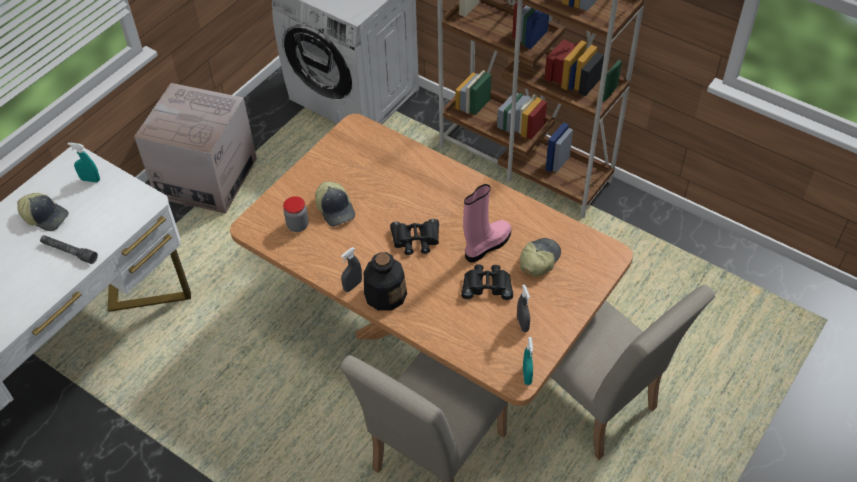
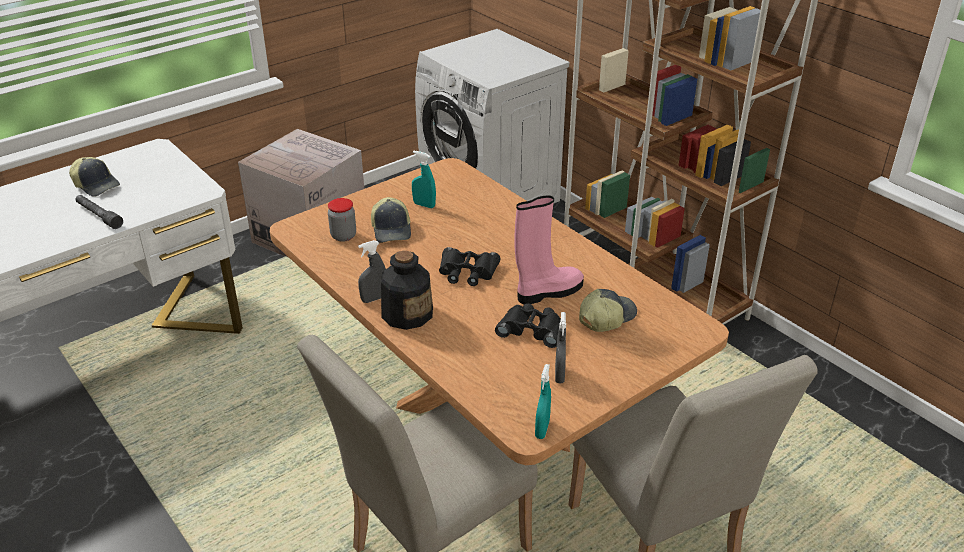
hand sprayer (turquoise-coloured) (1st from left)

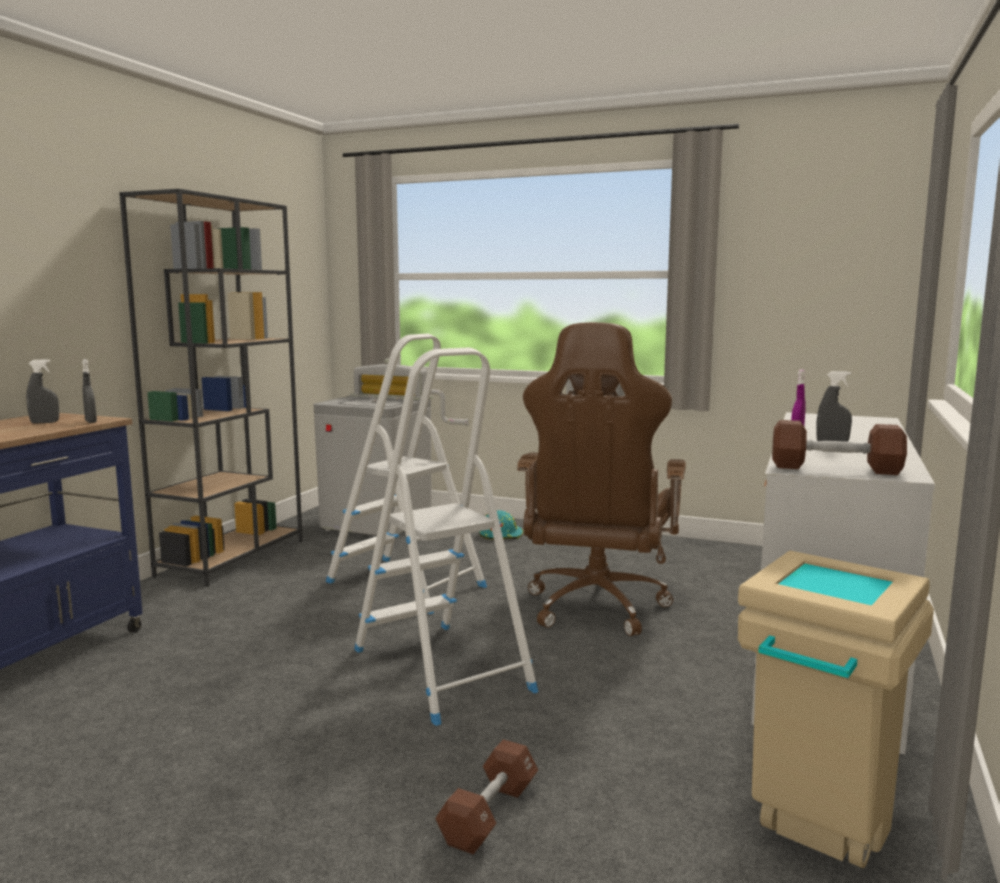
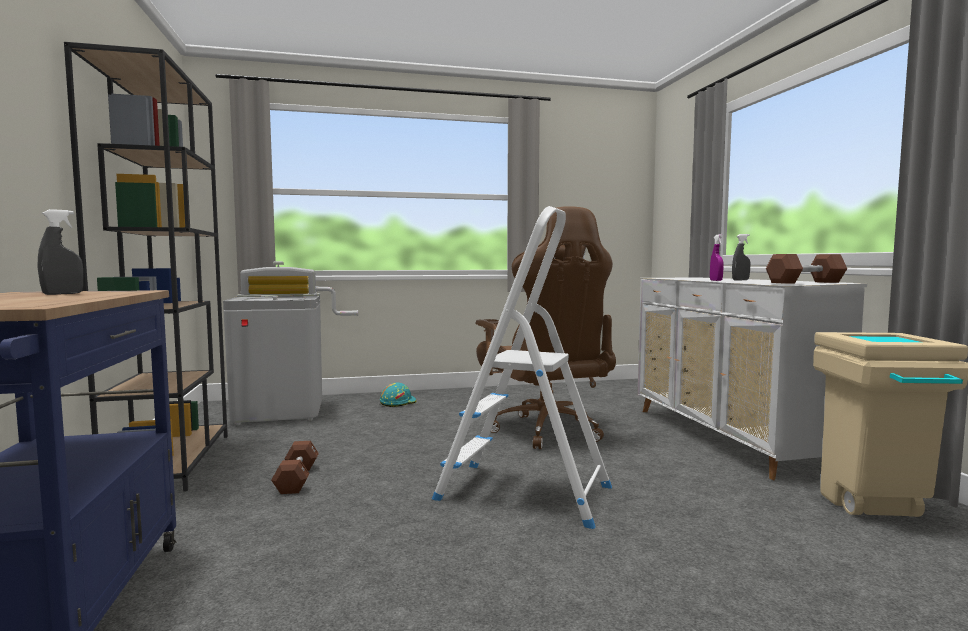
free weight (brown-coloured) (1st from left); hand sprayer (gray) (2nd from left in the first image); stepladder (white-coloured) (1st from left in the first image)

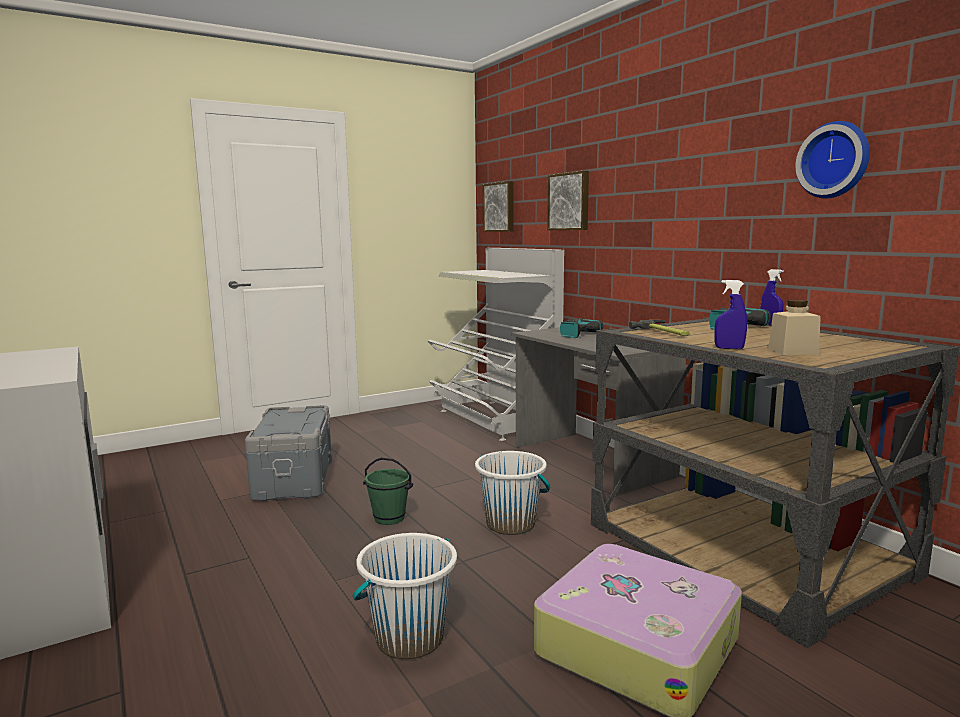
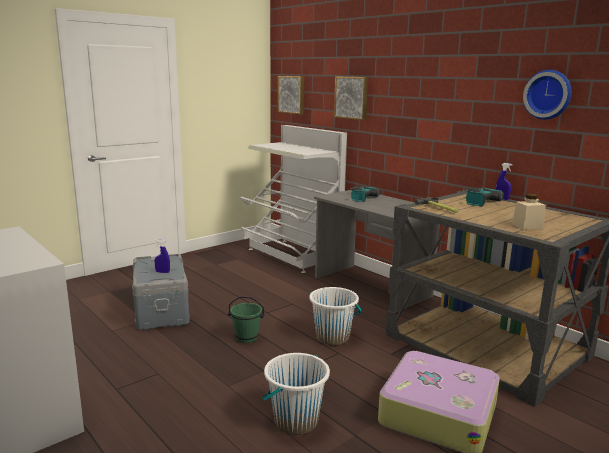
hand sprayer (blue) (1st from left)

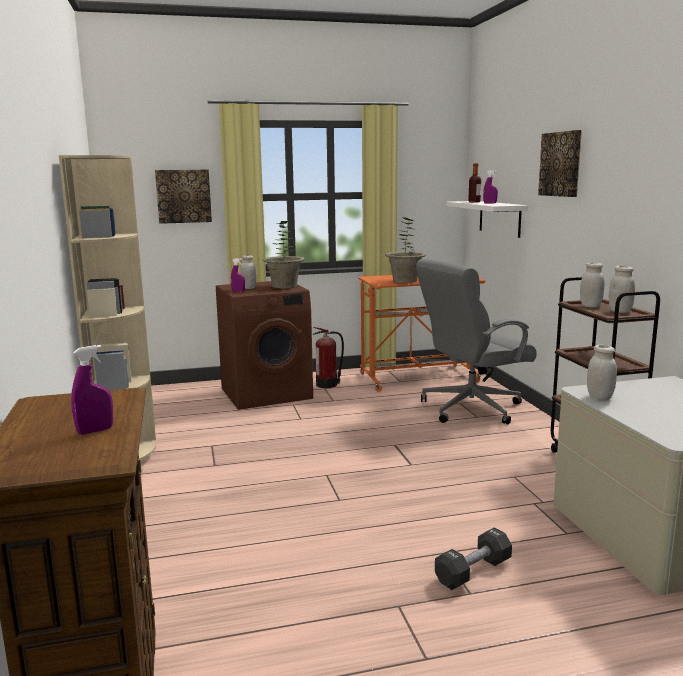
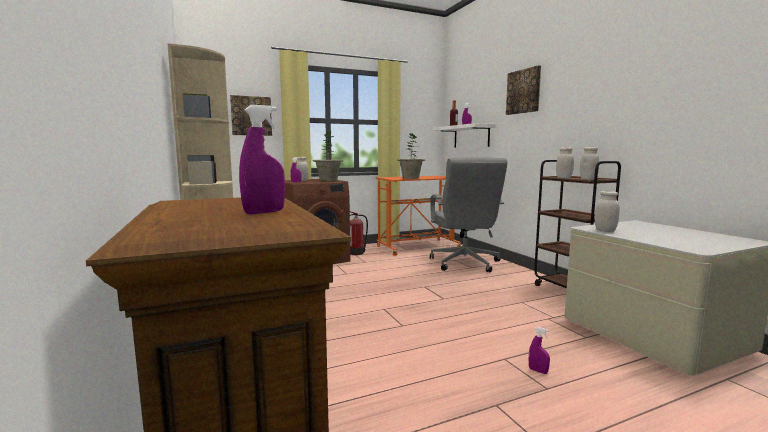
office chair (gray); hand sprayer (purple-coloured) (4th from left)

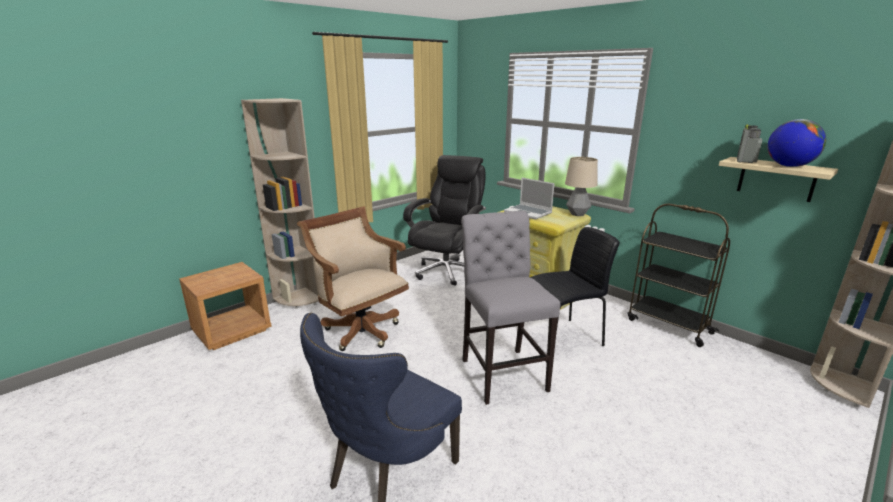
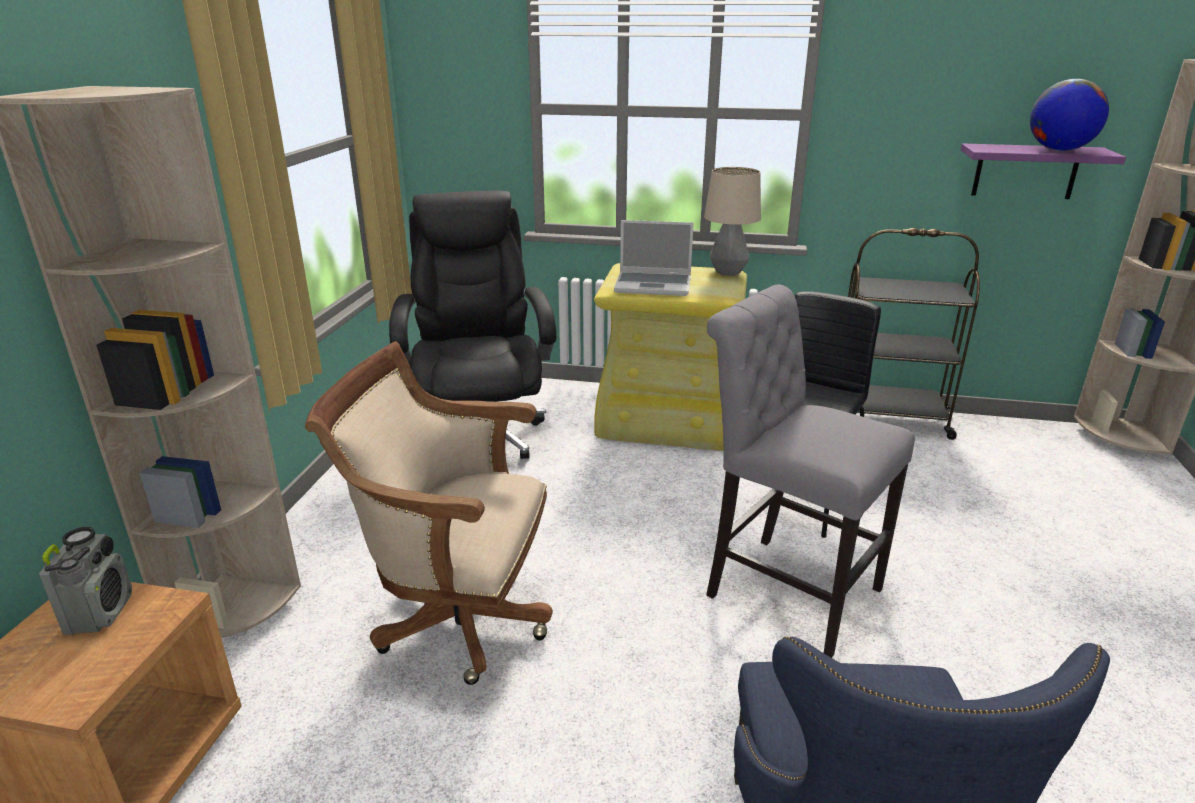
radio; shelf (purple-coloured)

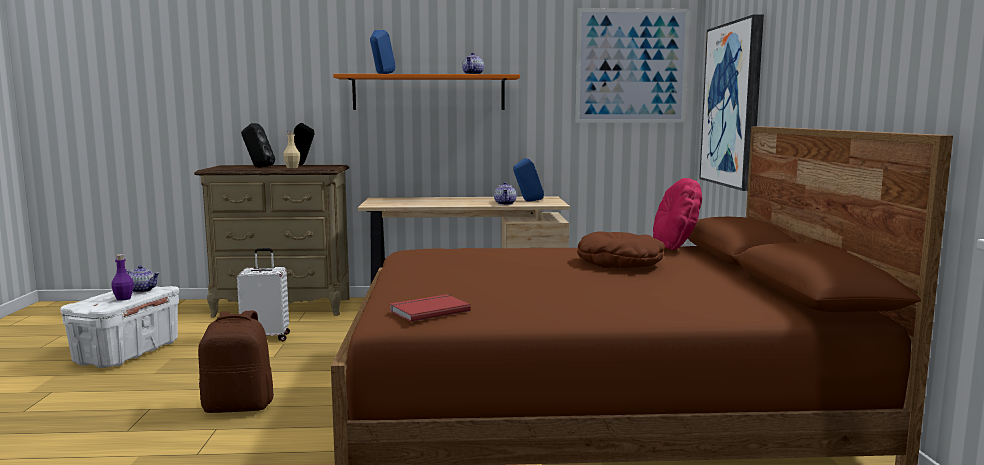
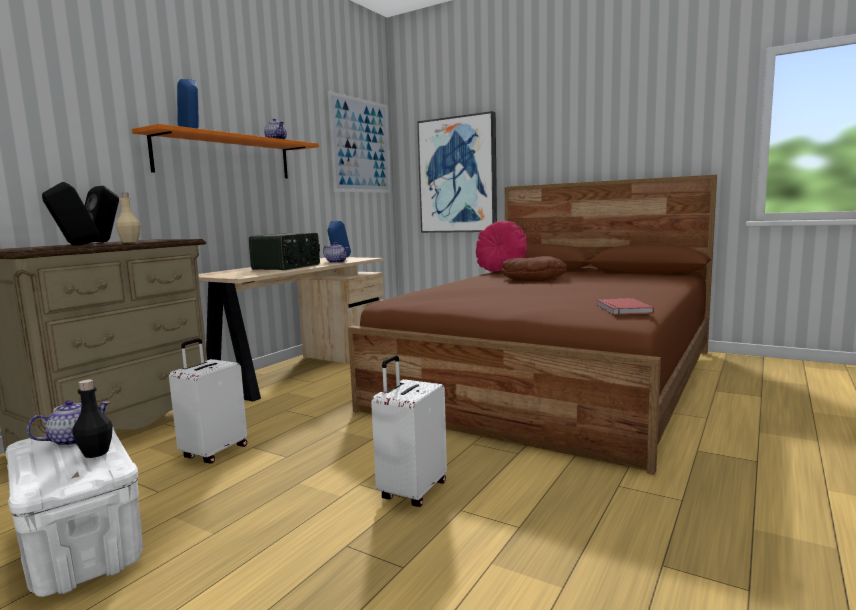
bottle (blackish); radio; piece of luggage (white-coloured) (2nd from left)

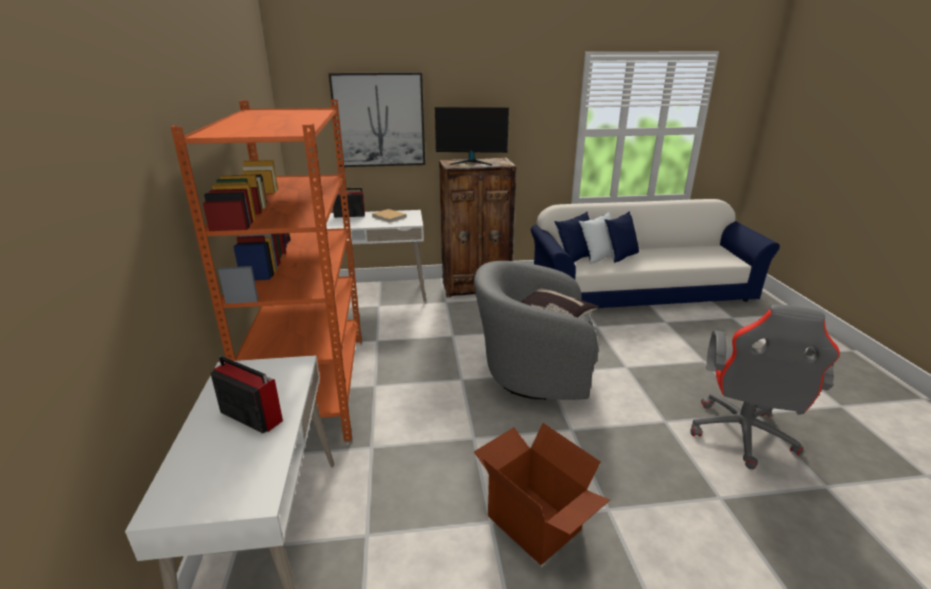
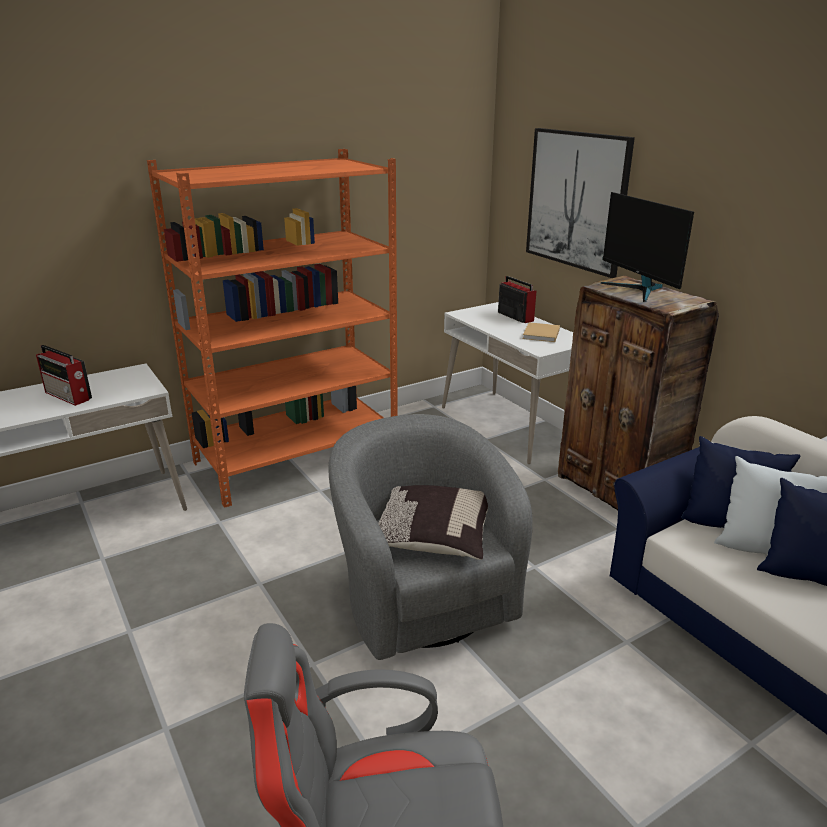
radio (1st from left); cardboard box

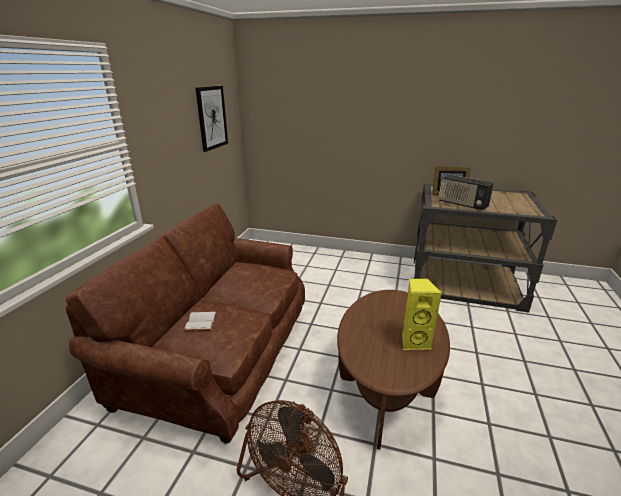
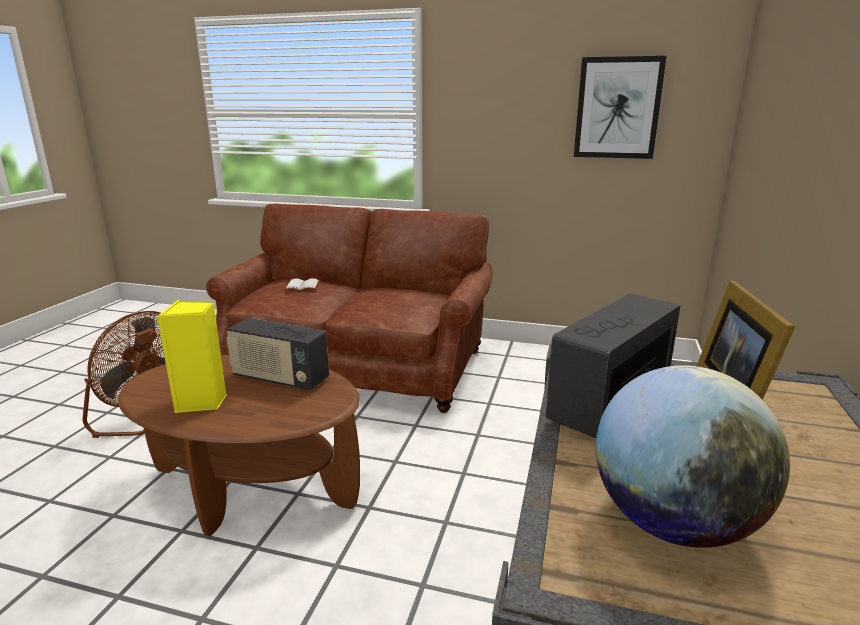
radio (1st from left); globe

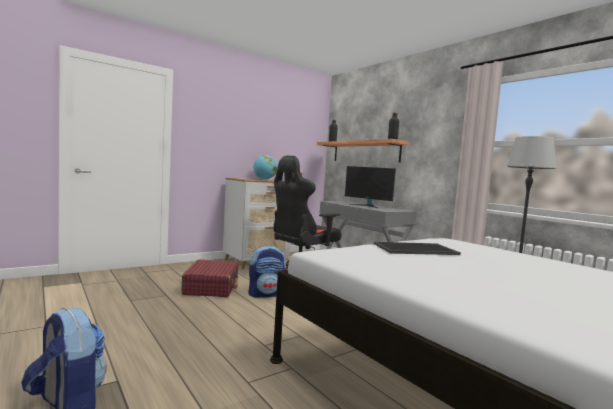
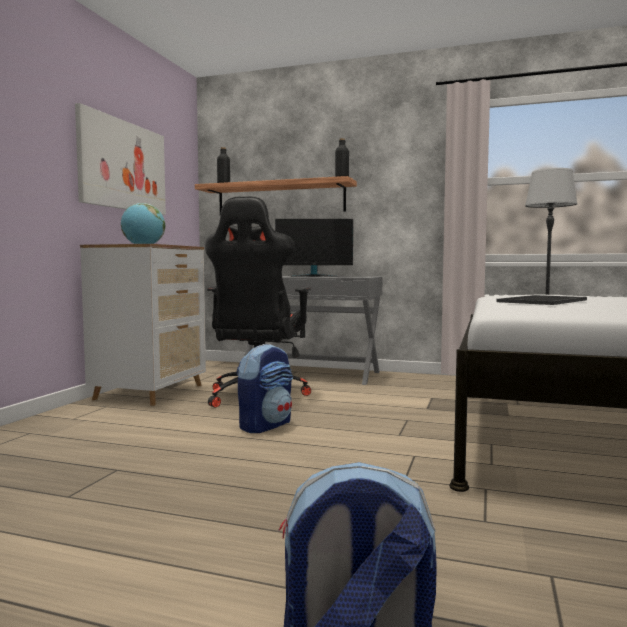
wall picture; piece of luggage (reddish)

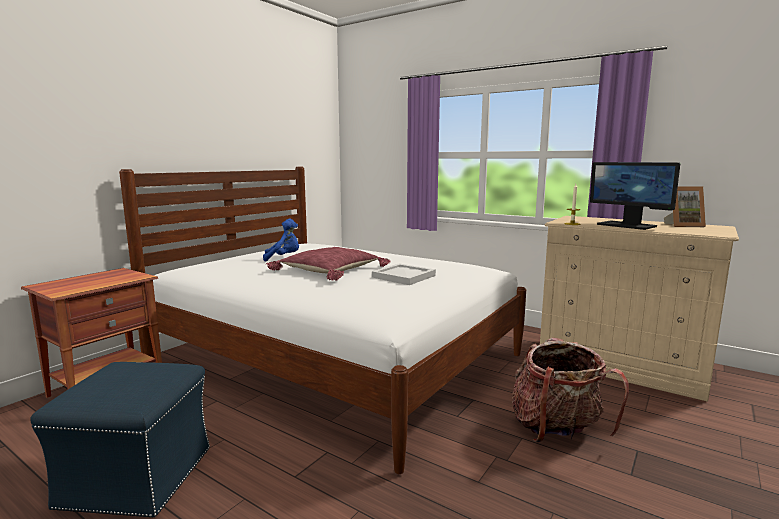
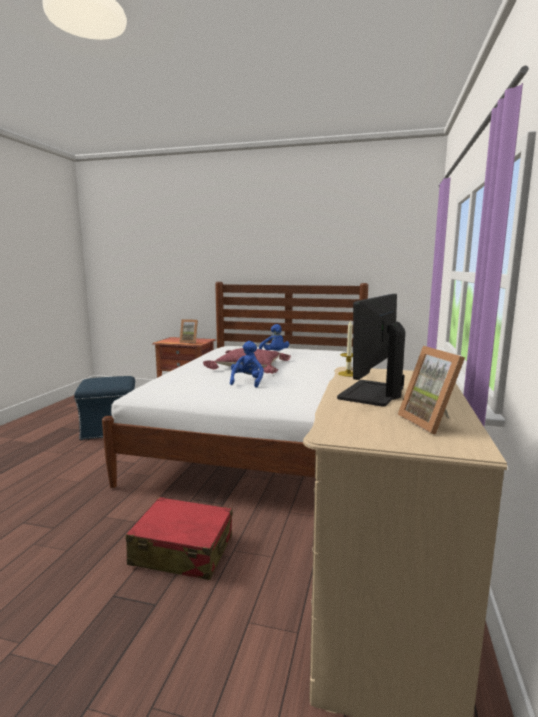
piece of luggage (reddish); picture frame (1st from left); plush toy (blue) (1st from left)

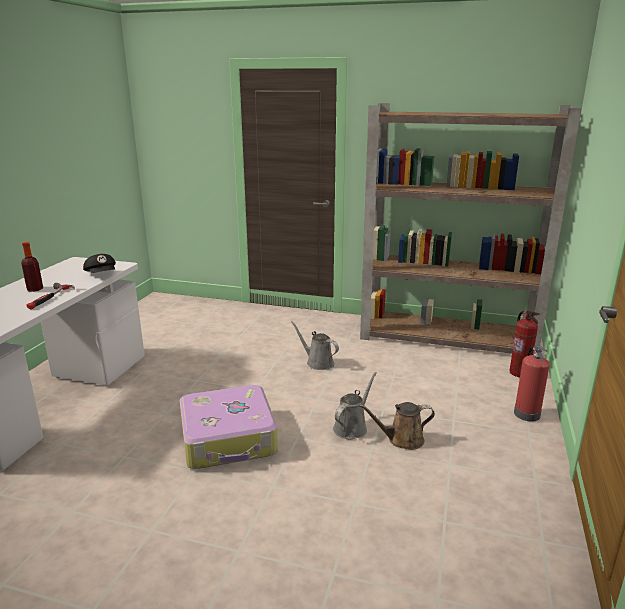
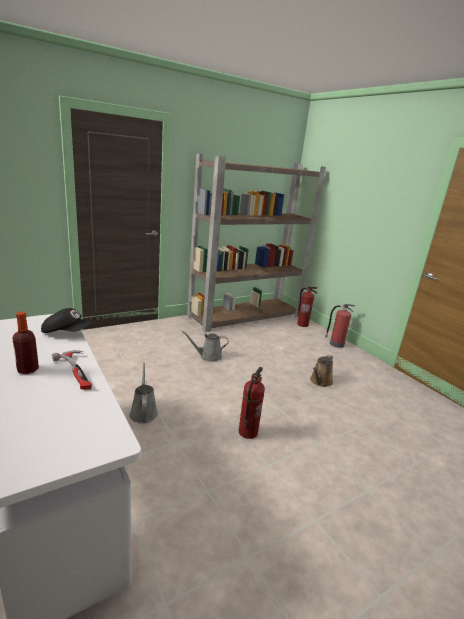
sprinkling can (gray) (1st from left); fire-fighting cylinder (1st from left)

